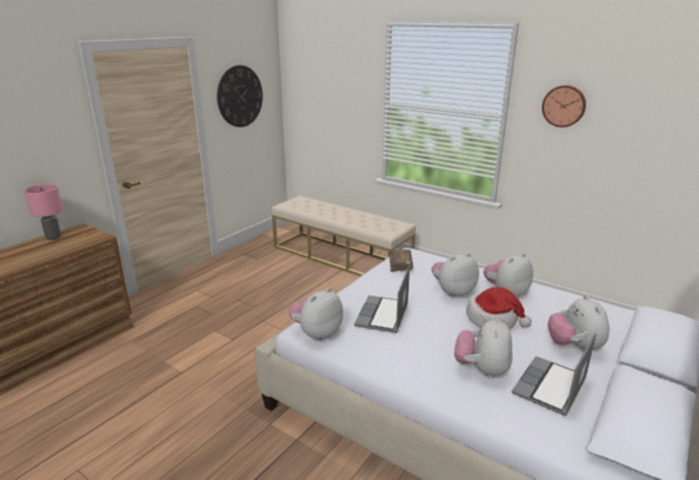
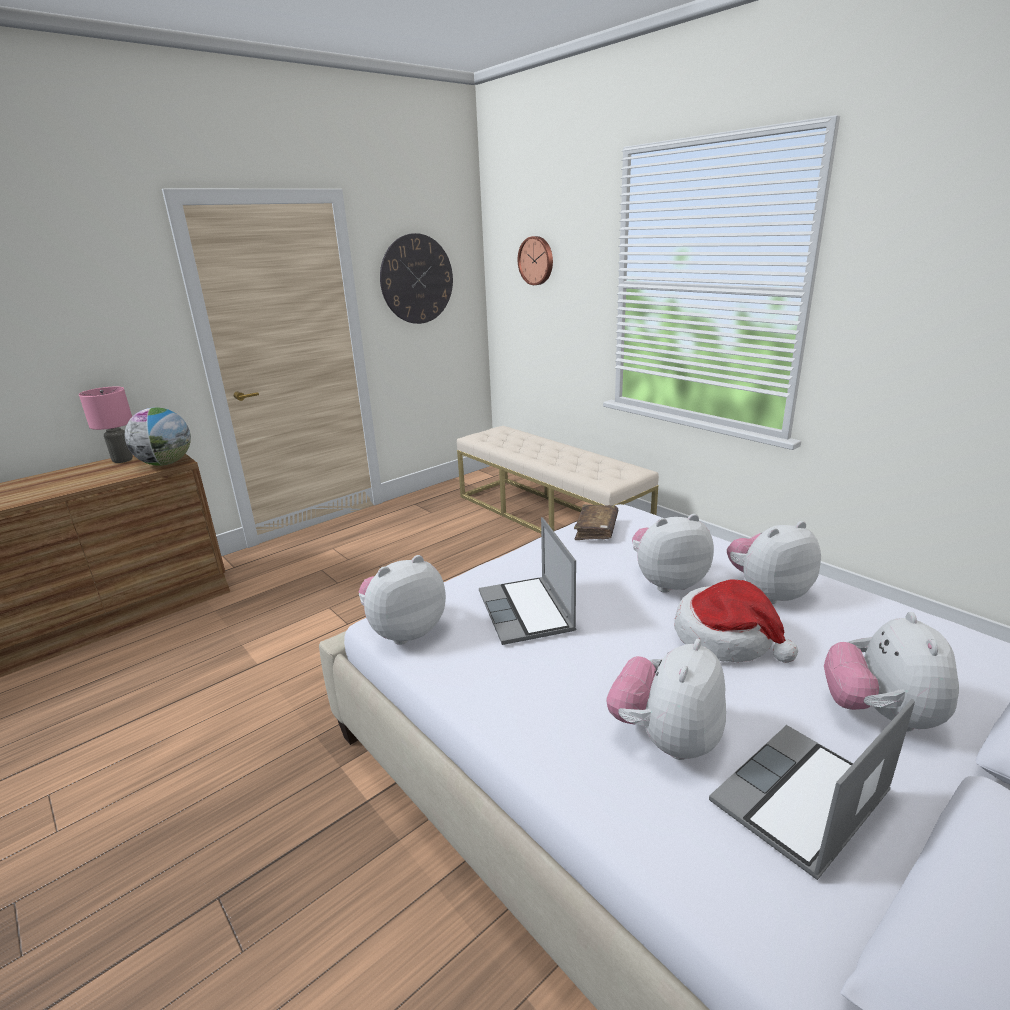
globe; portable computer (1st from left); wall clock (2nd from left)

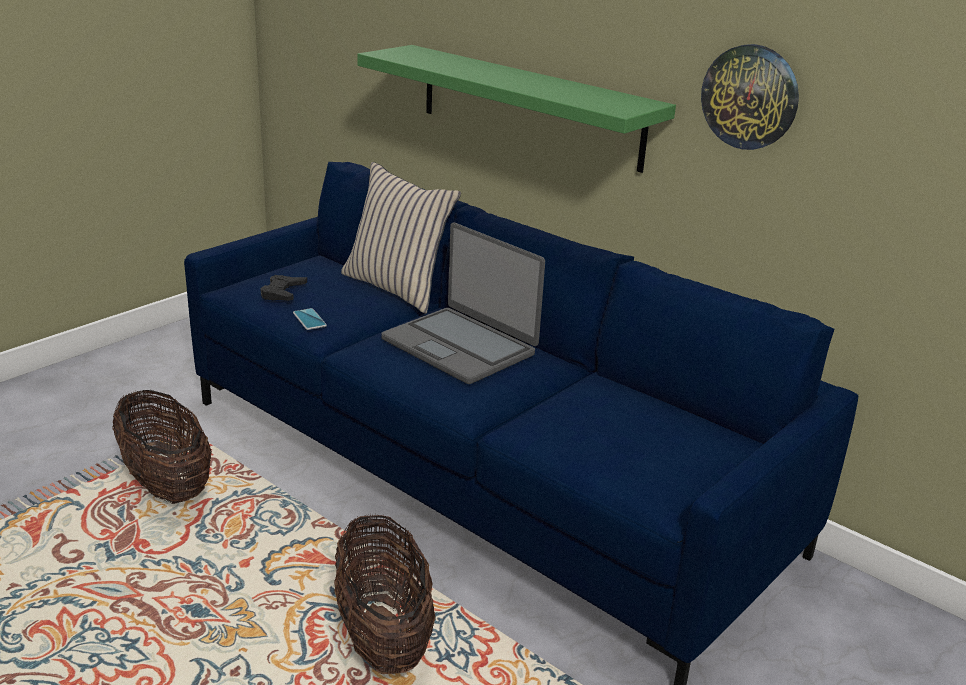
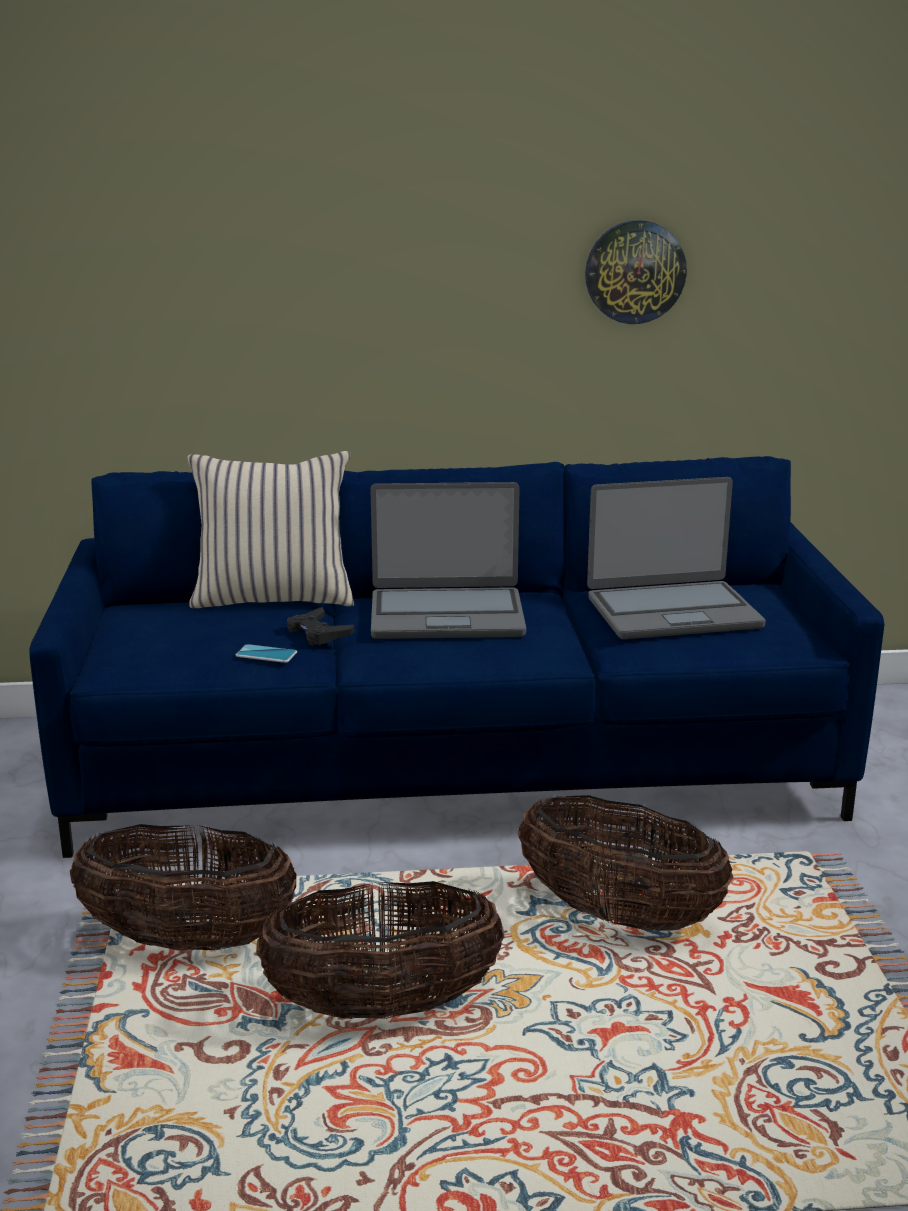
storage basket (2nd from left); game controller (blackish); portable computer (2nd from left); shelf (green-coloured)

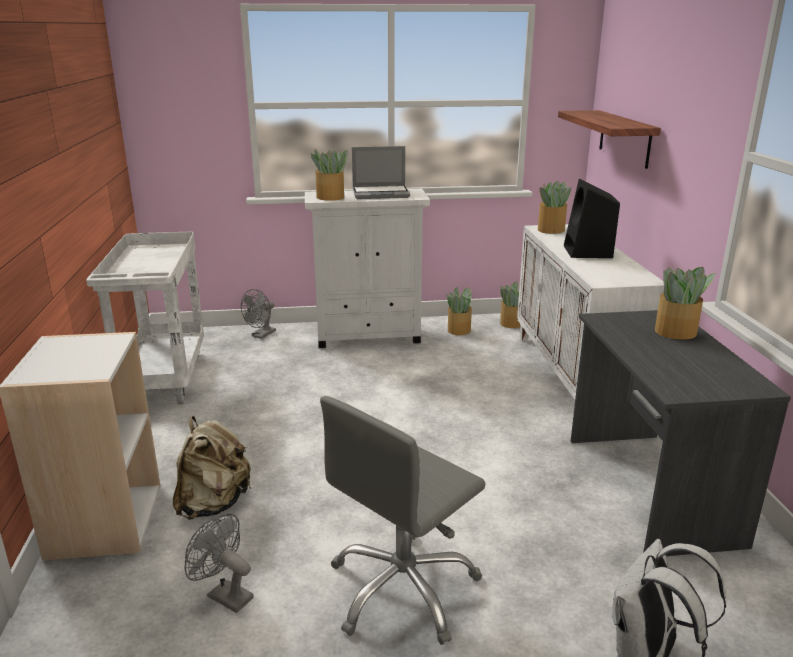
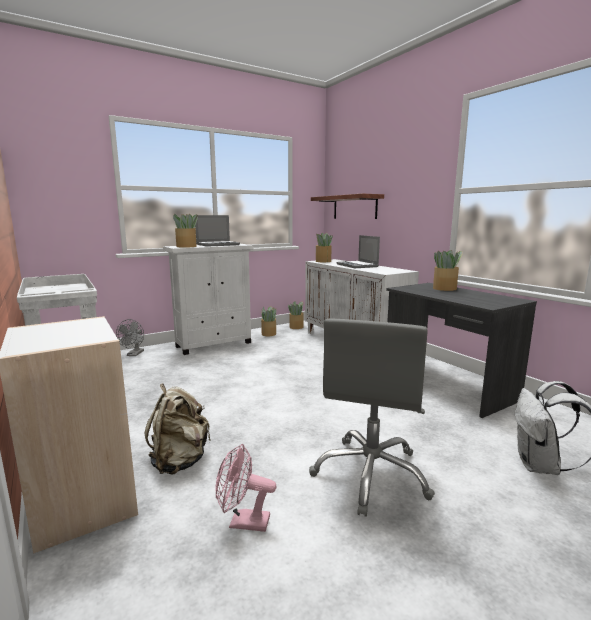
cooling fan (pink-coloured); portable computer (2nd from left)

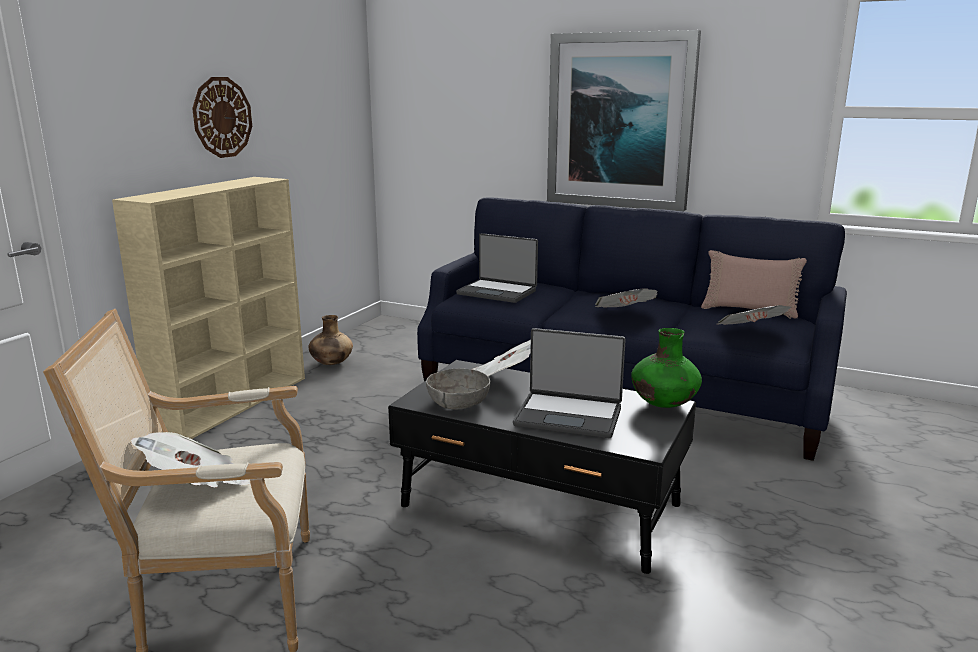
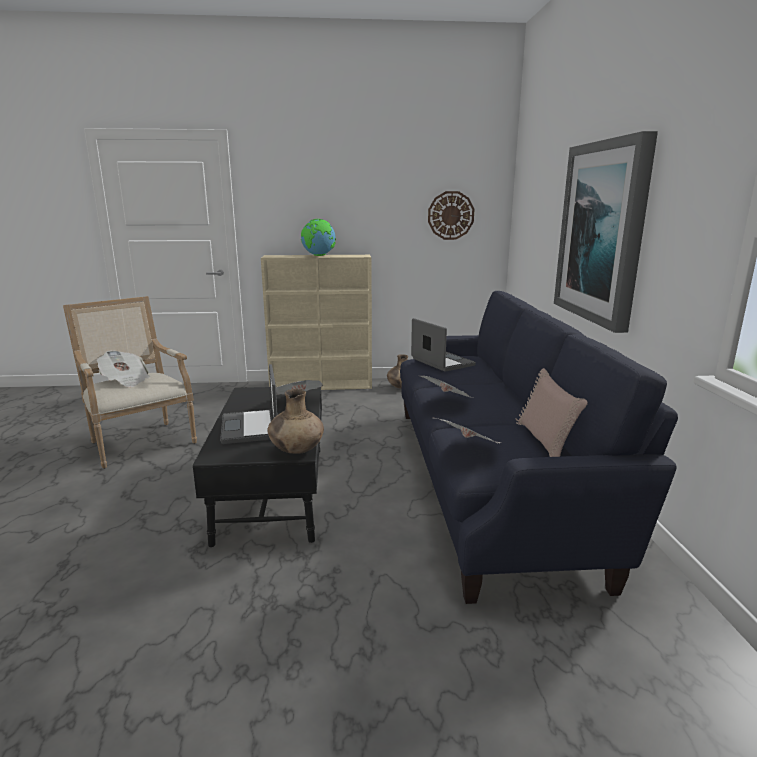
vase (brown-coloured) (1st from left); globe; portable computer (2nd from left); wall clock; bowl (gray)

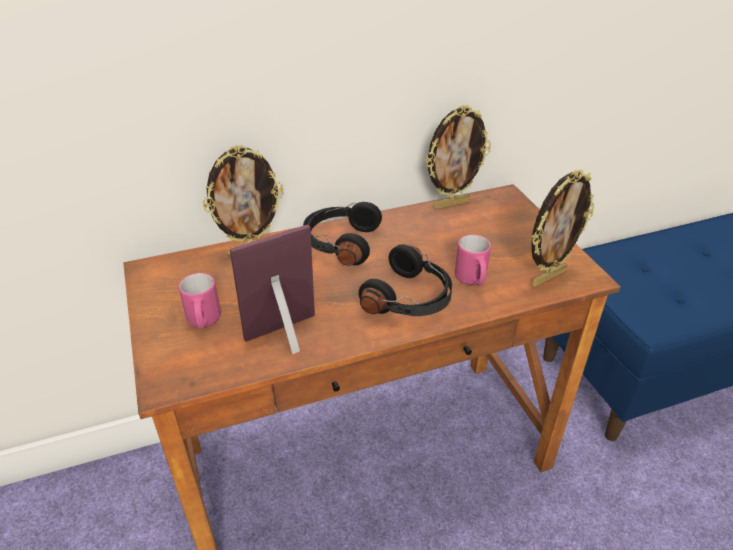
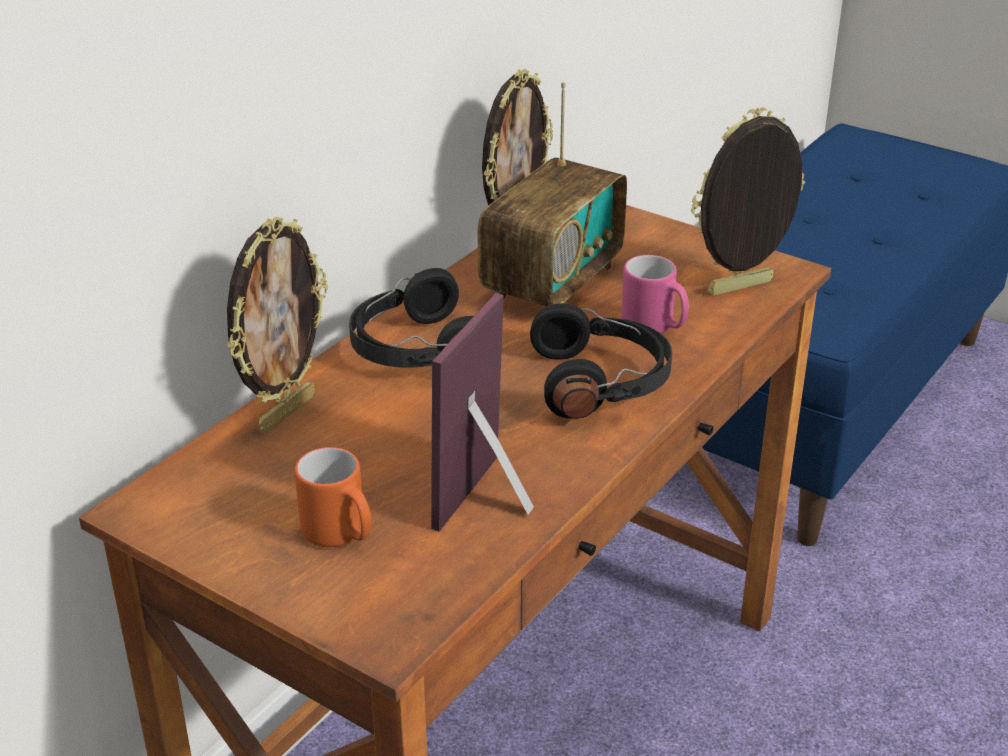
tea mug (orangey); radio; picture frame (4th from left)

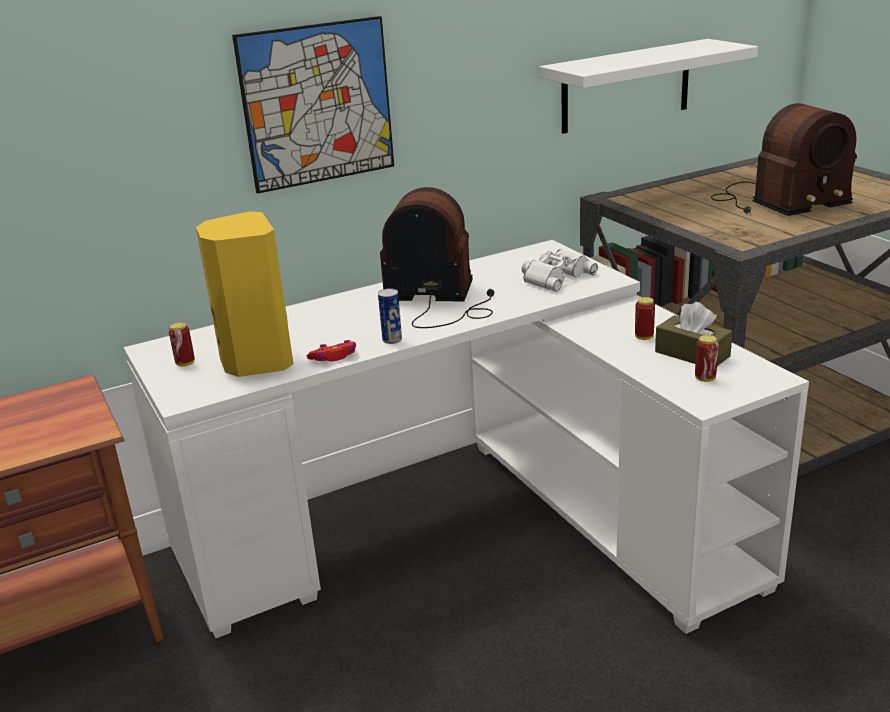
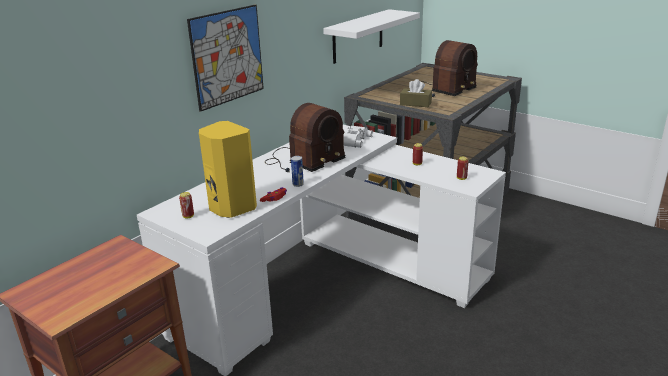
radio (1st from left); box of tissues (brown-coloured)

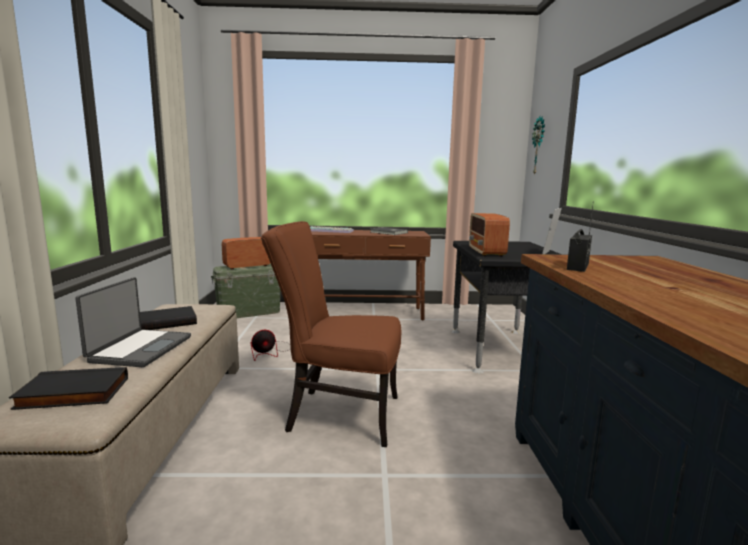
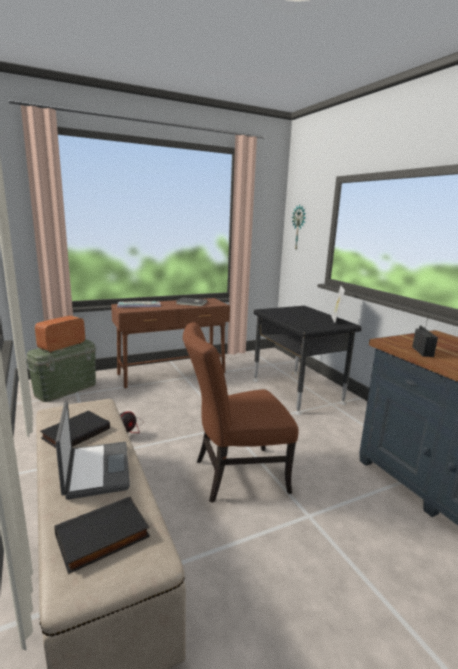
radio (2nd from left in the first image)

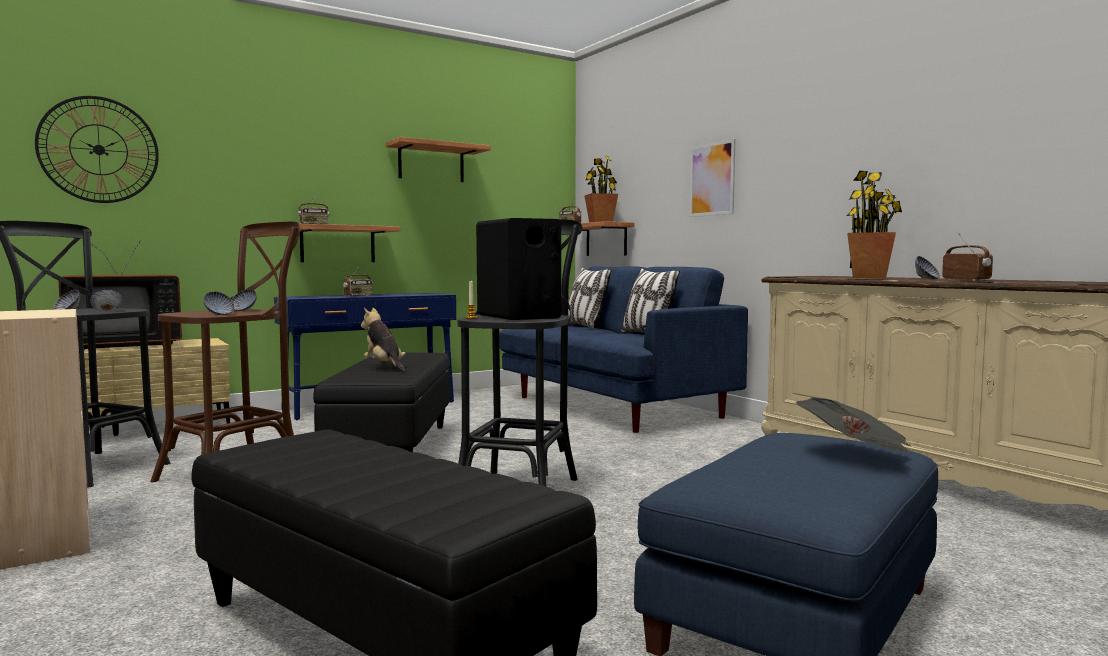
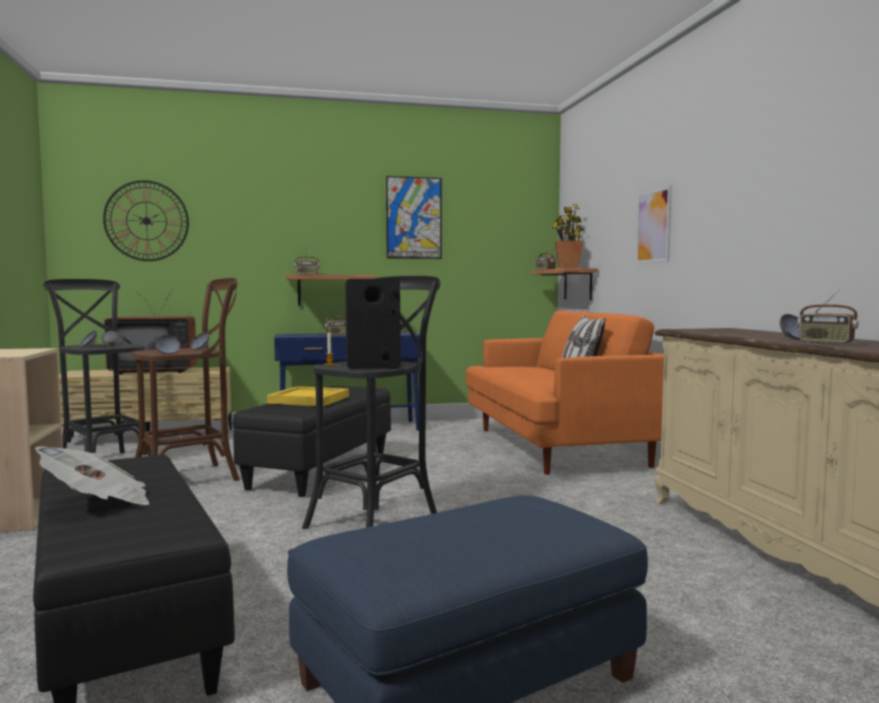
printed paper; carrying tray (yellowish); wall picture (1st from left); settee (orangey); radio (4th from left); throw pillow (1st from left in the first image); plant in a pot (2nd from left in the first image)

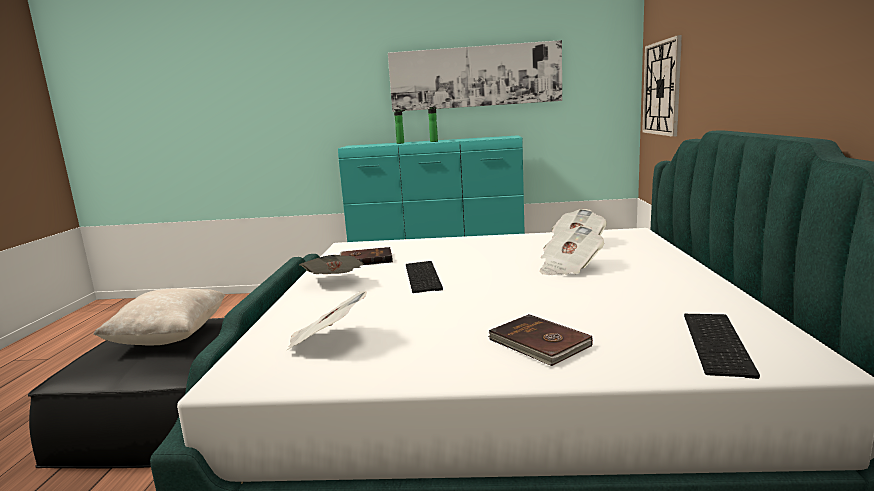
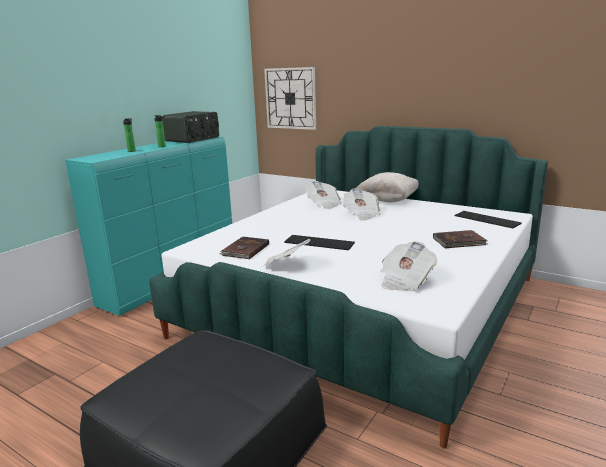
radio; throw pillow (sand-coloured); wall picture

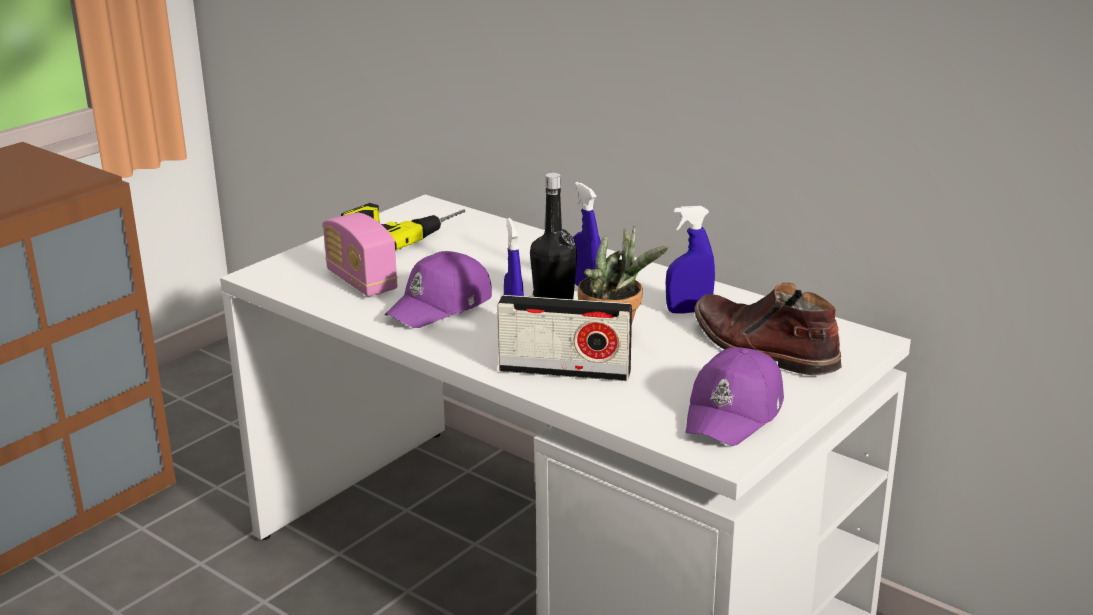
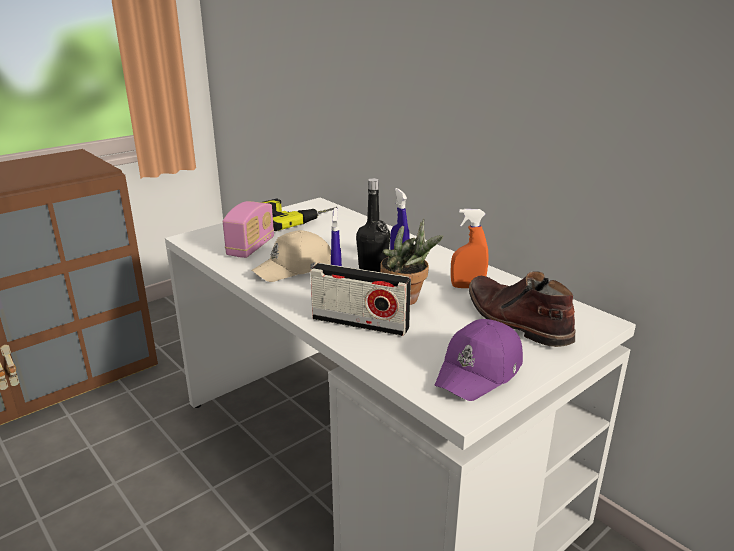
radio (1st from left); cap (sand-coloured); hand sprayer (orangey)

